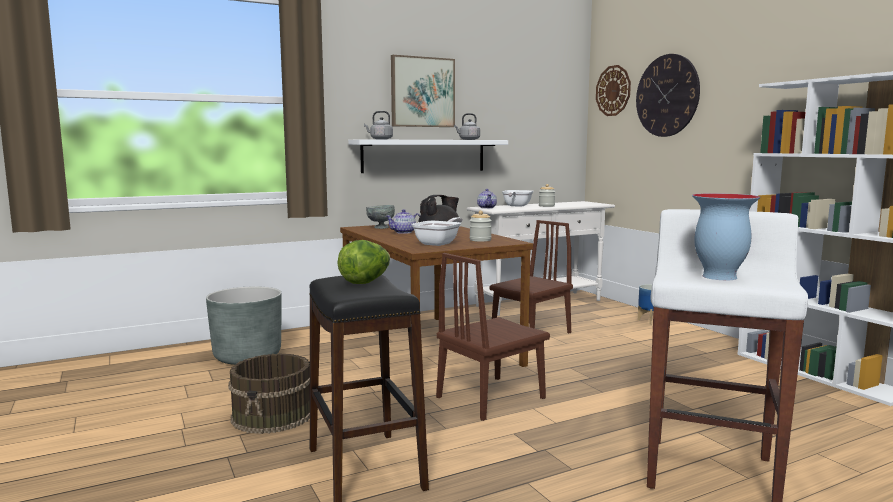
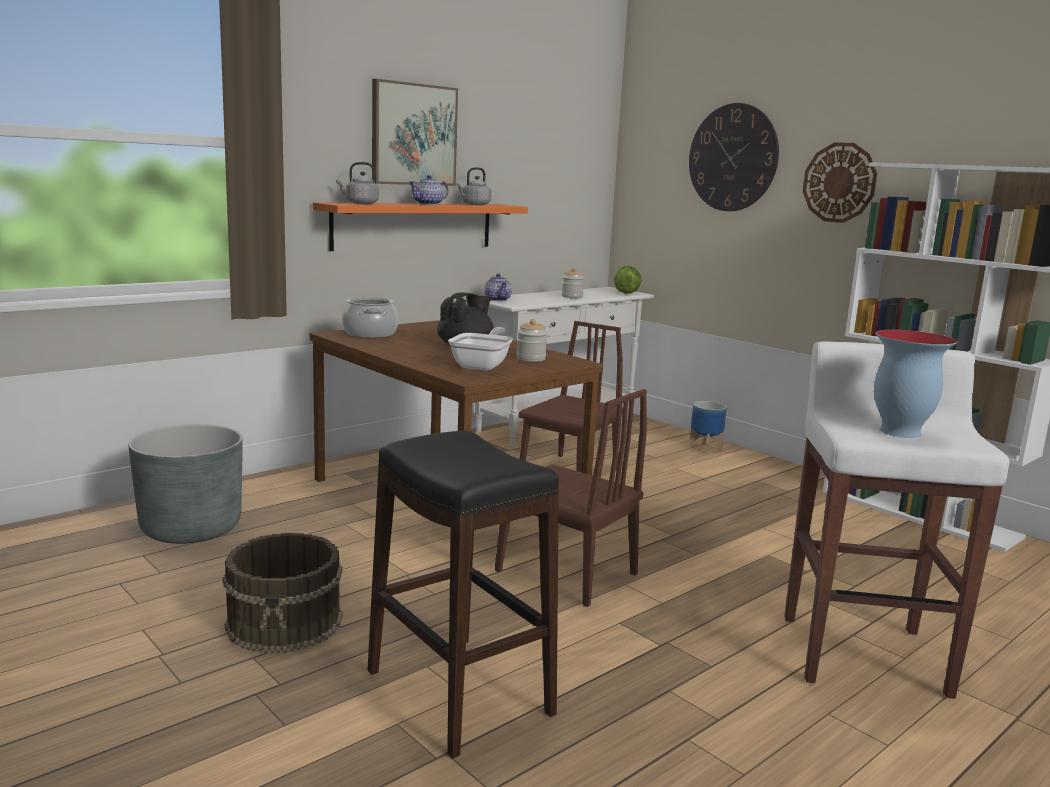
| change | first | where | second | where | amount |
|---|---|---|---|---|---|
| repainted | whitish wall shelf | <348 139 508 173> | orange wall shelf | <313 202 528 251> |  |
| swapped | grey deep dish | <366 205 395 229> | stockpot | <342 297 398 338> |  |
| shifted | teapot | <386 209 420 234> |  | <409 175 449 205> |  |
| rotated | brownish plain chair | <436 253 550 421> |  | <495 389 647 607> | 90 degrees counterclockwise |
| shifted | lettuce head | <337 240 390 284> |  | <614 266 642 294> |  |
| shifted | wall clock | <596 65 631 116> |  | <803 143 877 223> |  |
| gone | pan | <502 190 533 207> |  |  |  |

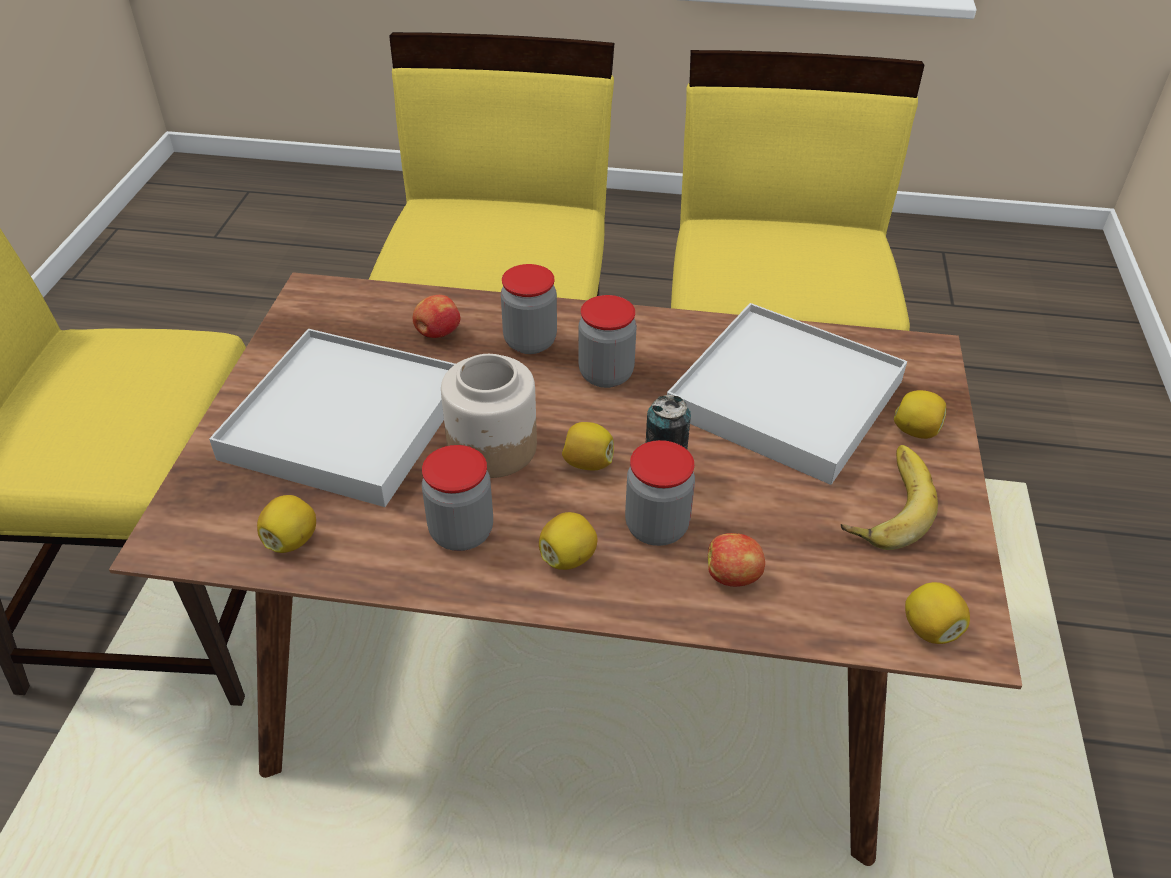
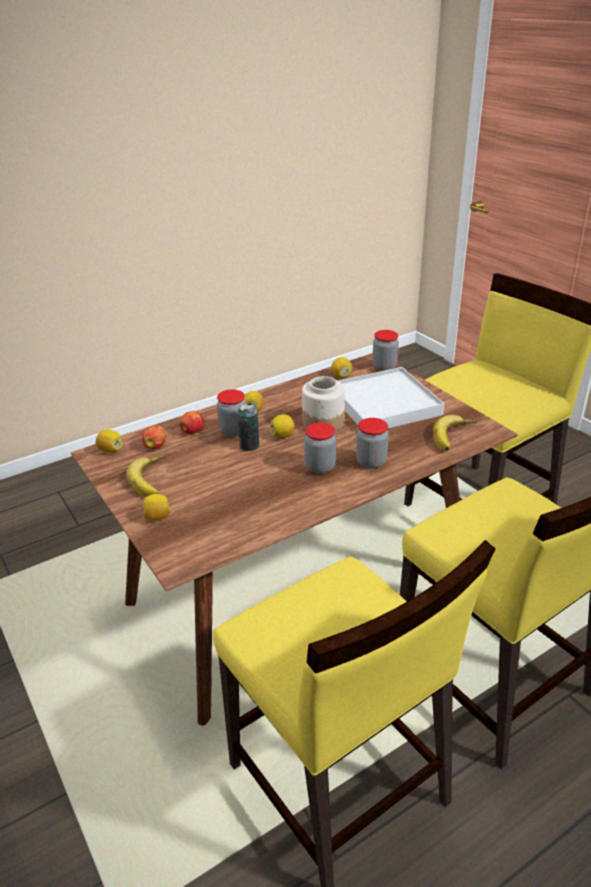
| change | first | where | second | where | amount |
|---|---|---|---|---|---|
| shifted | whole apple | <413 295 460 338> |  | <142 425 166 449> |  |
| shifted | jar | <422 445 493 551> |  | <372 330 399 371> |  |
| new |  |  | whole banana | <433 414 477 451> |  |
| gone | whitish carrying tray | <667 303 907 485> |  |  |  |

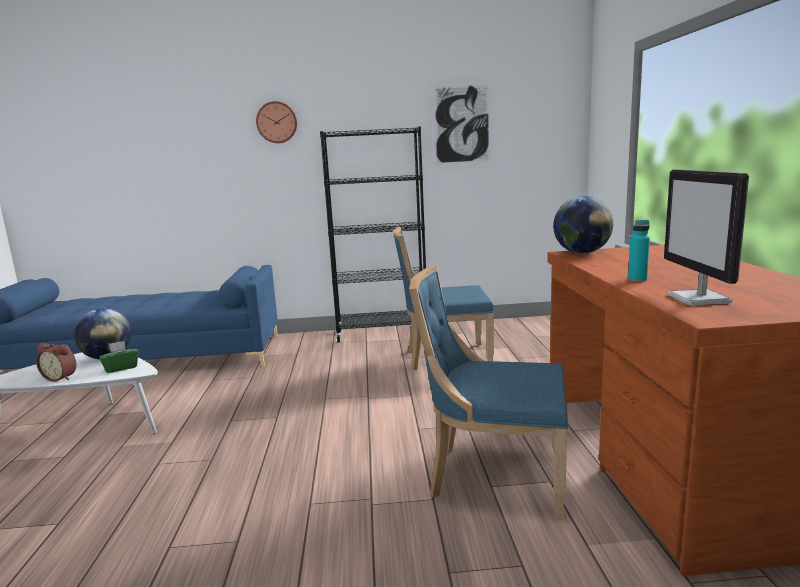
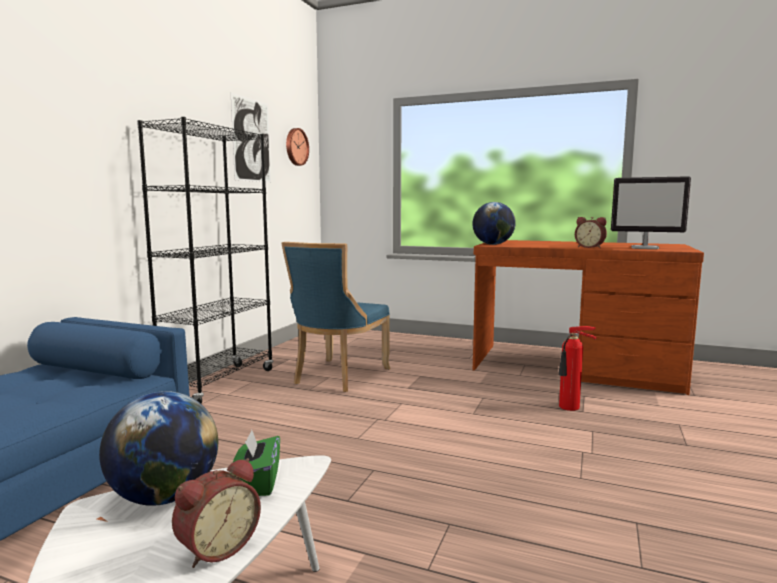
| change | first | where | second | where | amount |
|---|---|---|---|---|---|
| shifted | wall clock | <256 101 297 143> |  | <286 128 309 166> |  |
| swapped | blue plain chair | <409 265 568 520> | fire-fighting cylinder | <558 326 597 411> |  |
| swapped | turquoise-coloured beverage bottle | <628 220 650 282> | alarm clock | <575 217 607 248> |  |

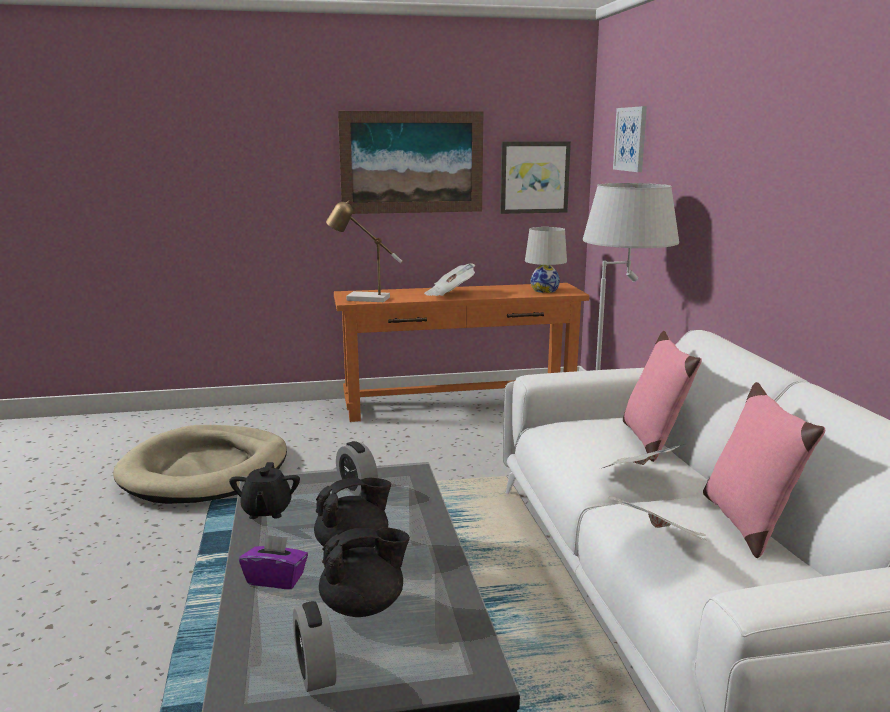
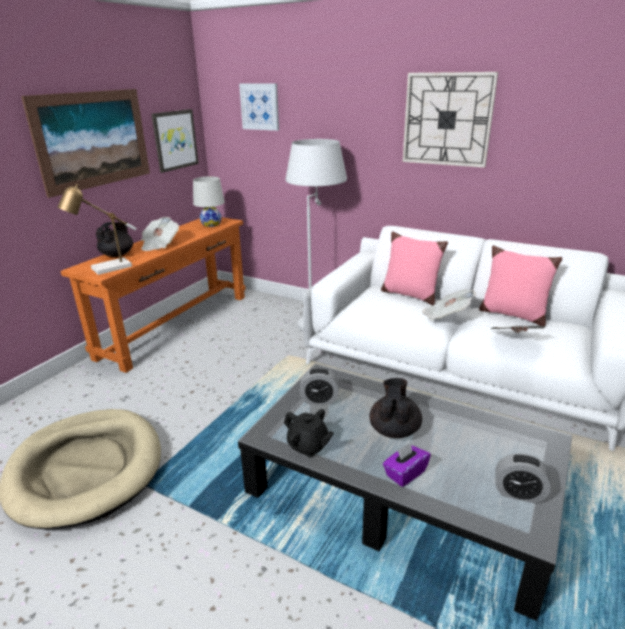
| change | first | where | second | where | amount |
|---|---|---|---|---|---|
| shifted | black teapot | <319 528 410 617> |  | <96 222 133 257> |  |
| new |  |  | wall clock | <403 72 498 168> |  |

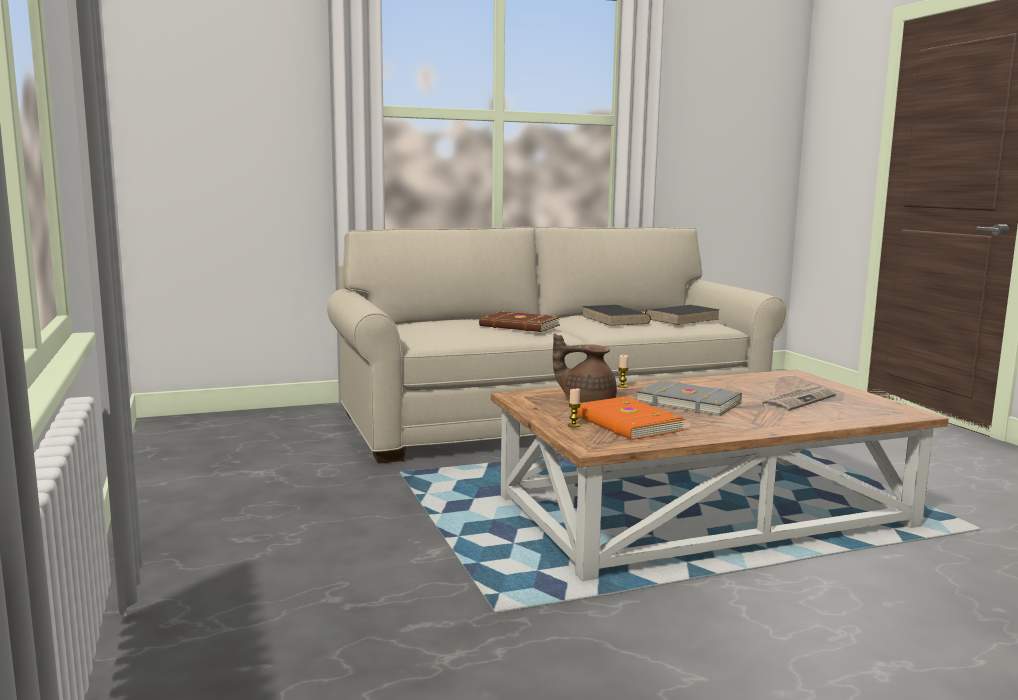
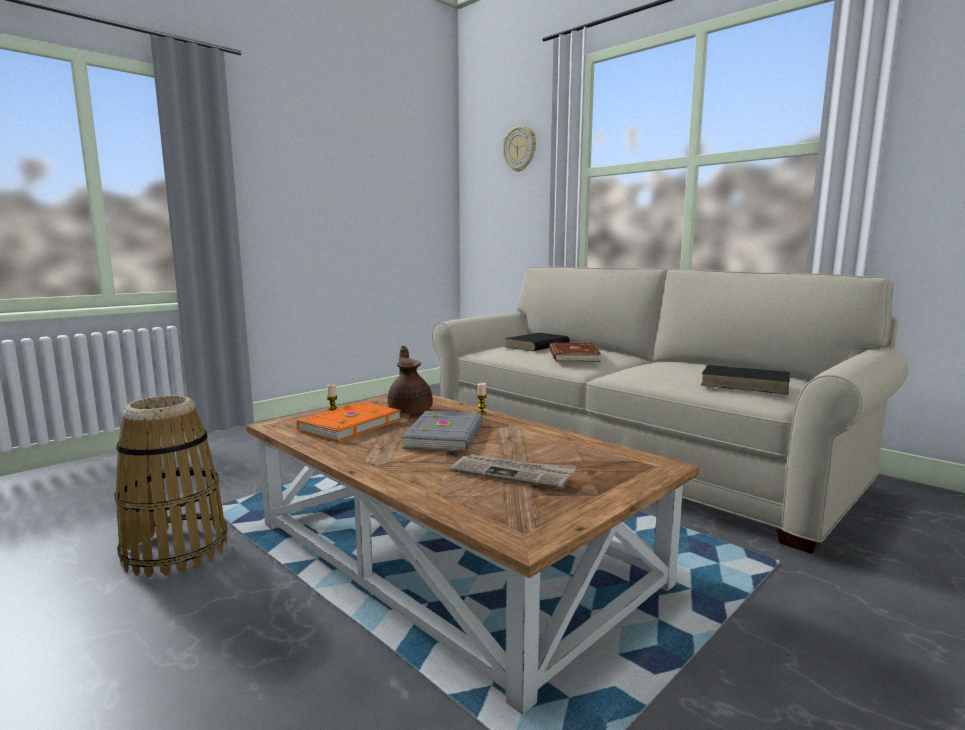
| change | first | where | second | where | amount |
|---|---|---|---|---|---|
| new |  |  | basket | <114 396 227 577> |  |
| new |  |  | wall clock | <503 126 536 172> |  |
| shifted | black bound book | <582 305 651 326> |  | <505 333 570 351> |  |

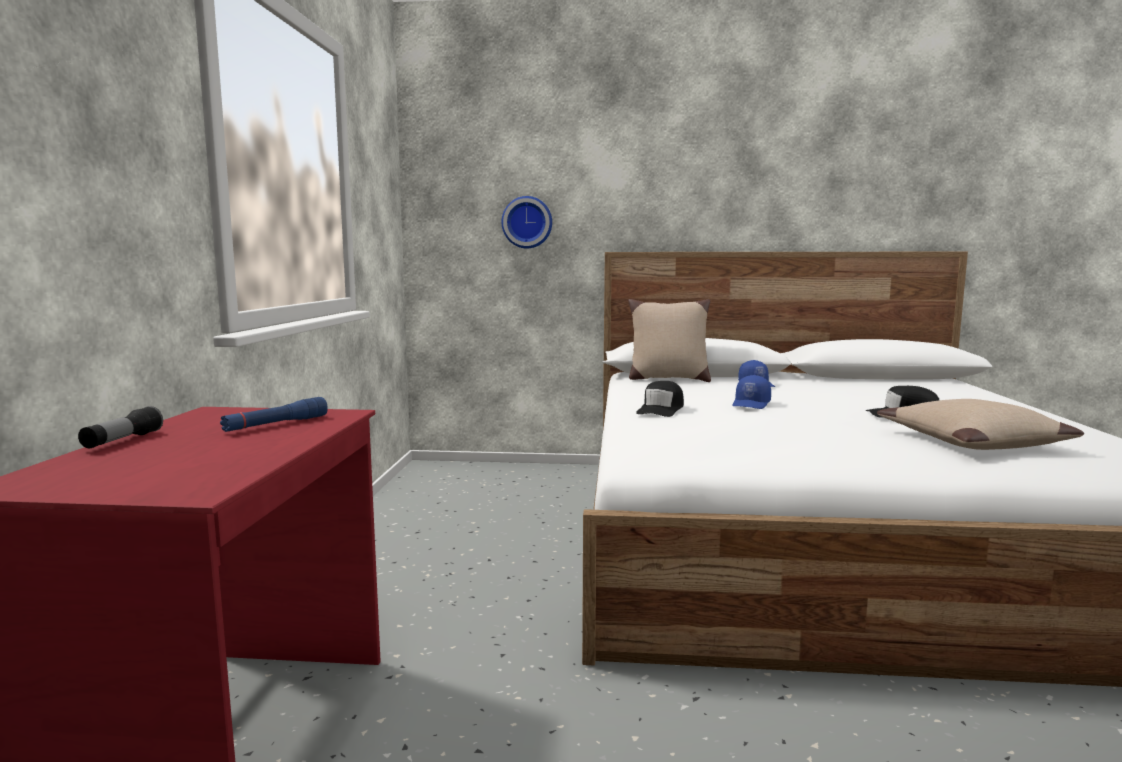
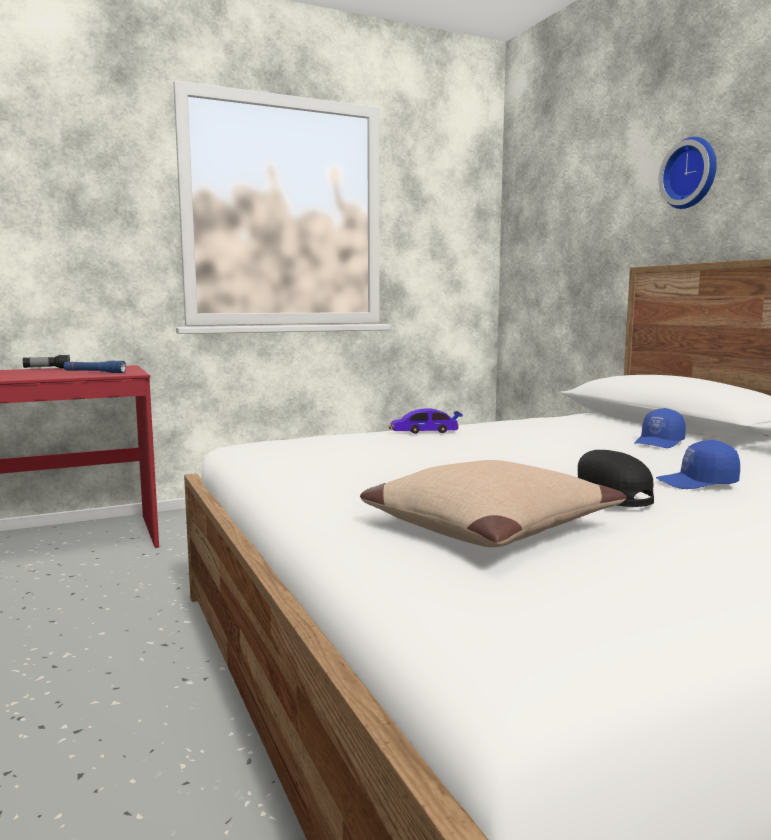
| change | first | where | second | where | amount |
|---|---|---|---|---|---|
| swapped | black peaked cap | <636 381 684 417> | toy car | <389 408 463 434> |  |
| shifted | blue peaked cap | <732 375 771 409> |  | <656 440 740 489> |  |
| shifted | wall clock | <502 196 552 248> |  | <658 137 717 209> |  |
| gone | beige throw pillow | <628 299 711 382> |  |  |  |

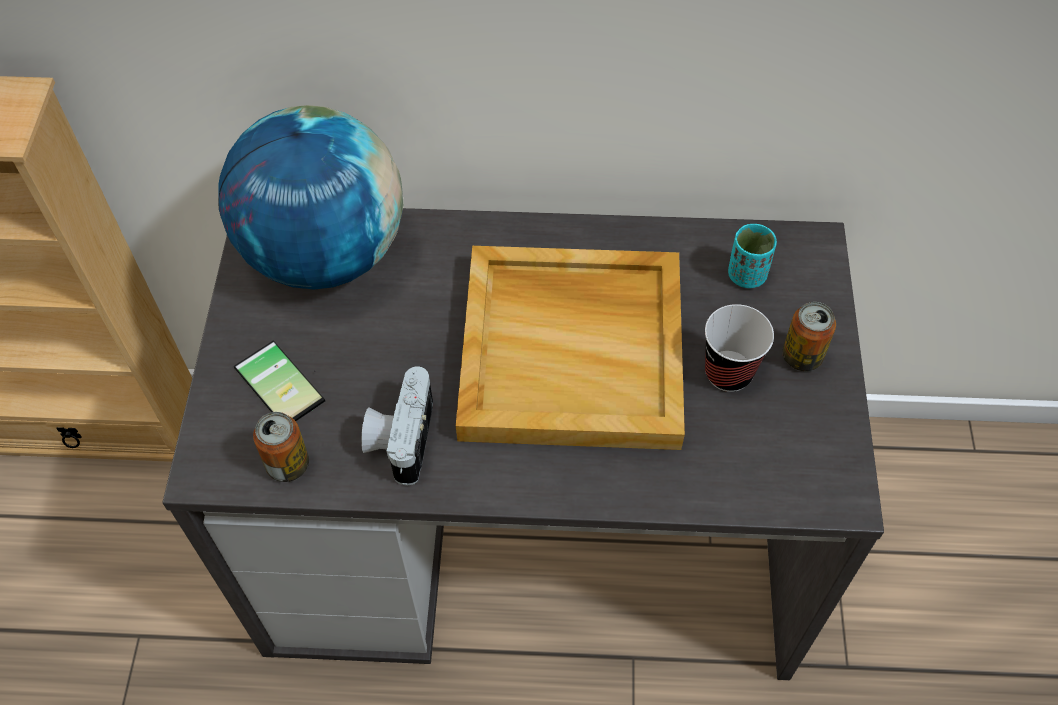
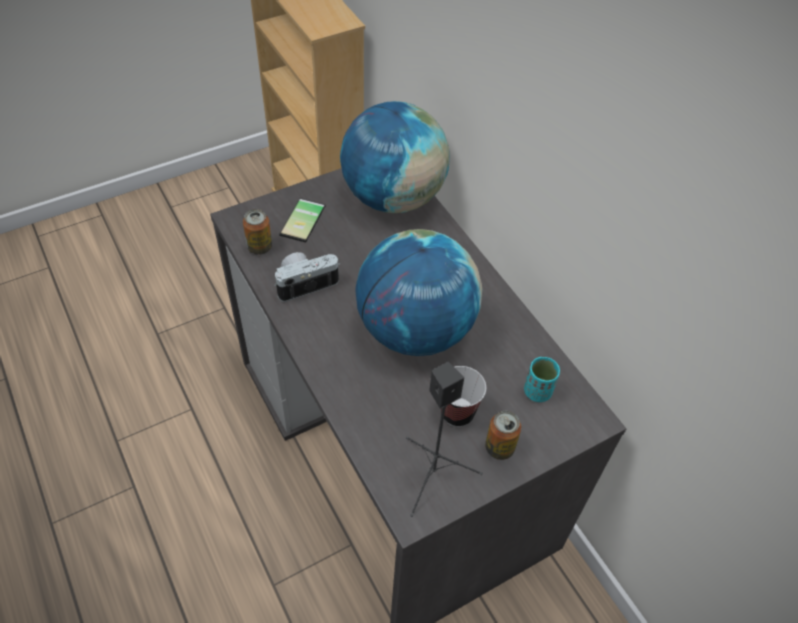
| change | first | where | second | where | amount |
|---|---|---|---|---|---|
| swapped | beige carrying tray | <456 246 685 450> | globe | <355 229 482 356> |  |
| new |  |  | black audio speaker | <406 362 483 517> |  |

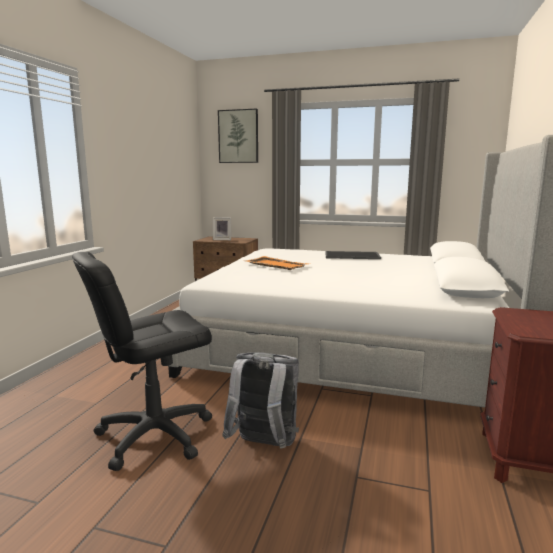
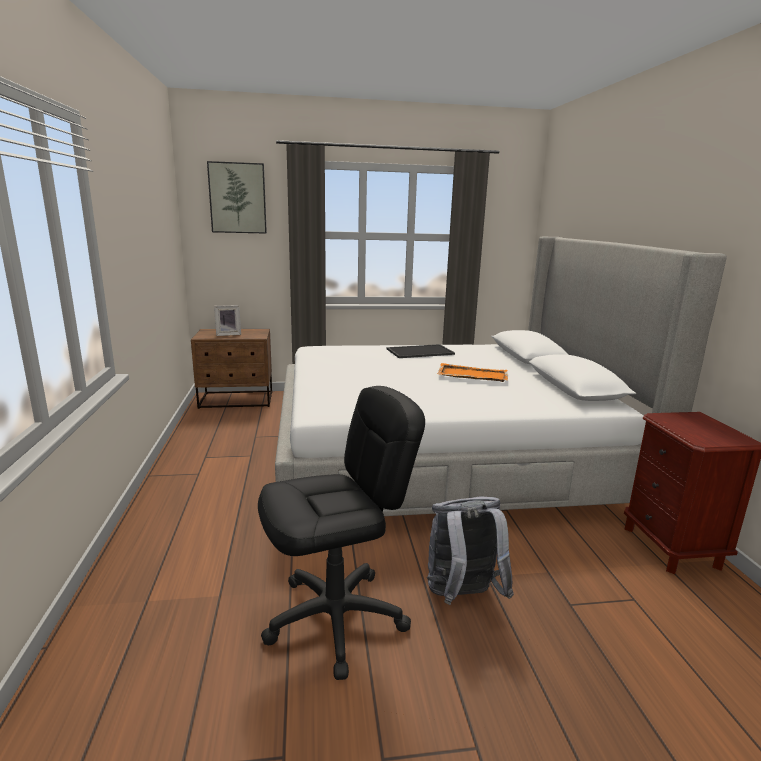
| change | first | where | second | where | amount |
|---|---|---|---|---|---|
| rotated | black desk chair | <72 252 212 471> |  | <258 386 425 680> | 150 degrees counterclockwise |
| shifted | orange carrying tray | <244 256 309 270> |  | <437 363 508 382> |  |

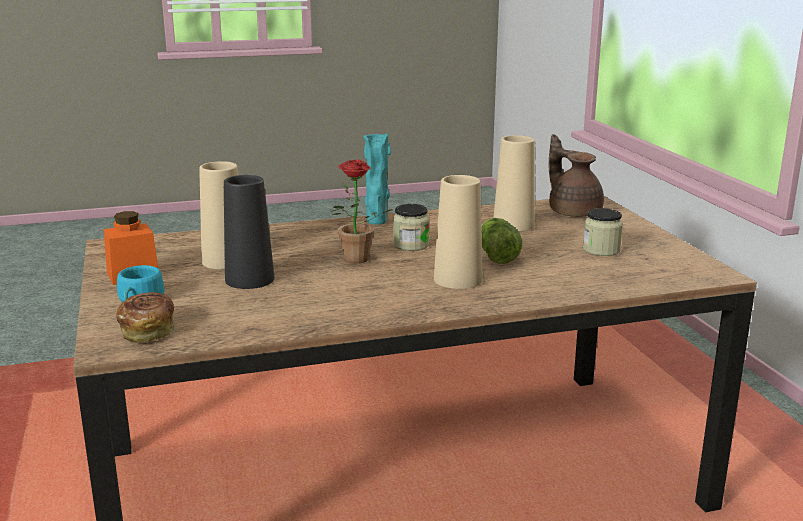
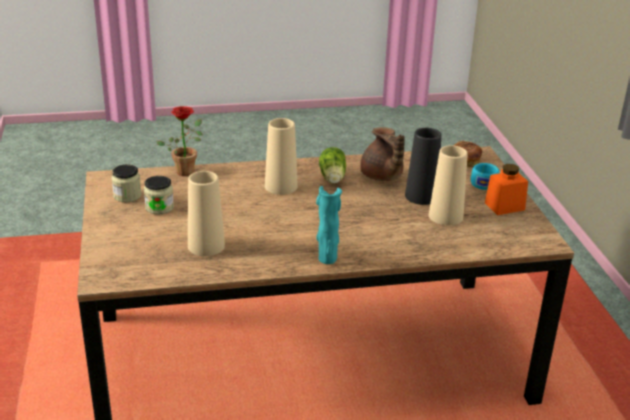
| change | first | where | second | where | amount |
|---|---|---|---|---|---|
| shifted | jar | <393 204 430 251> |  | <111 164 142 202> |  |
| shifted | potted plant | <330 159 393 264> |  | <156 106 203 176> |  |
| shifted | lettuce head | <481 218 522 264> |  | <319 147 346 184> |  |
| shifted | brownish teapot | <549 134 604 217> |  | <360 127 405 181> |  |

